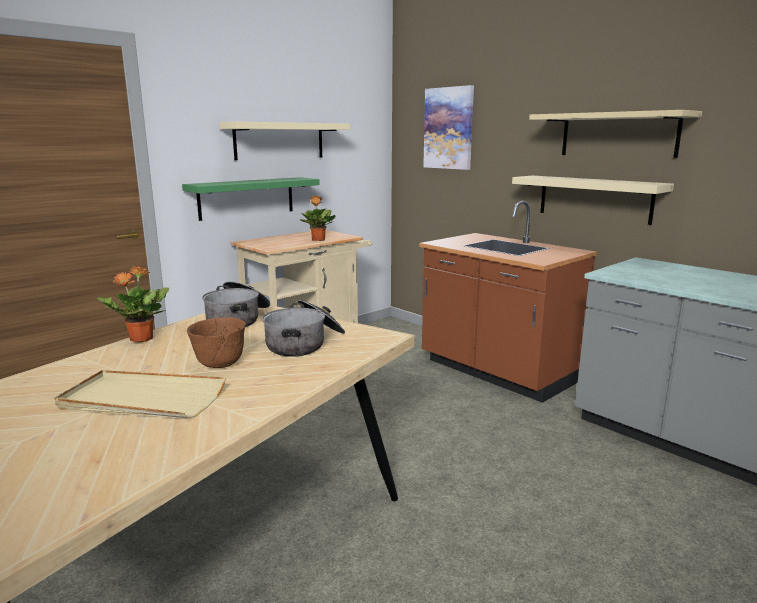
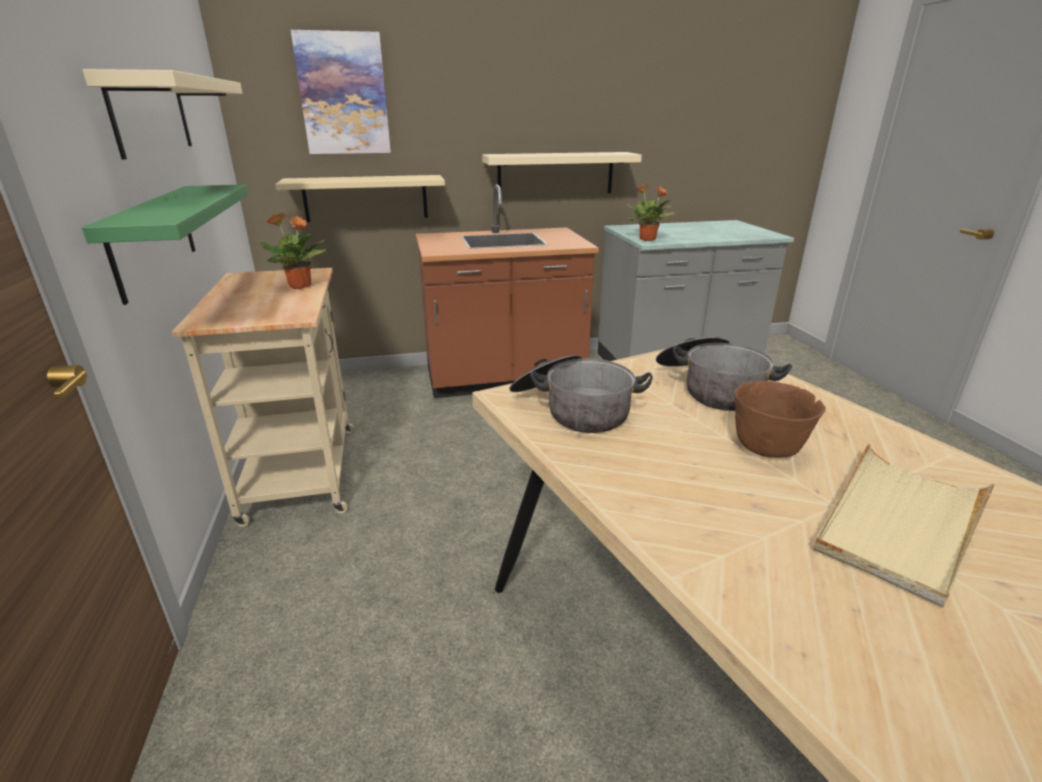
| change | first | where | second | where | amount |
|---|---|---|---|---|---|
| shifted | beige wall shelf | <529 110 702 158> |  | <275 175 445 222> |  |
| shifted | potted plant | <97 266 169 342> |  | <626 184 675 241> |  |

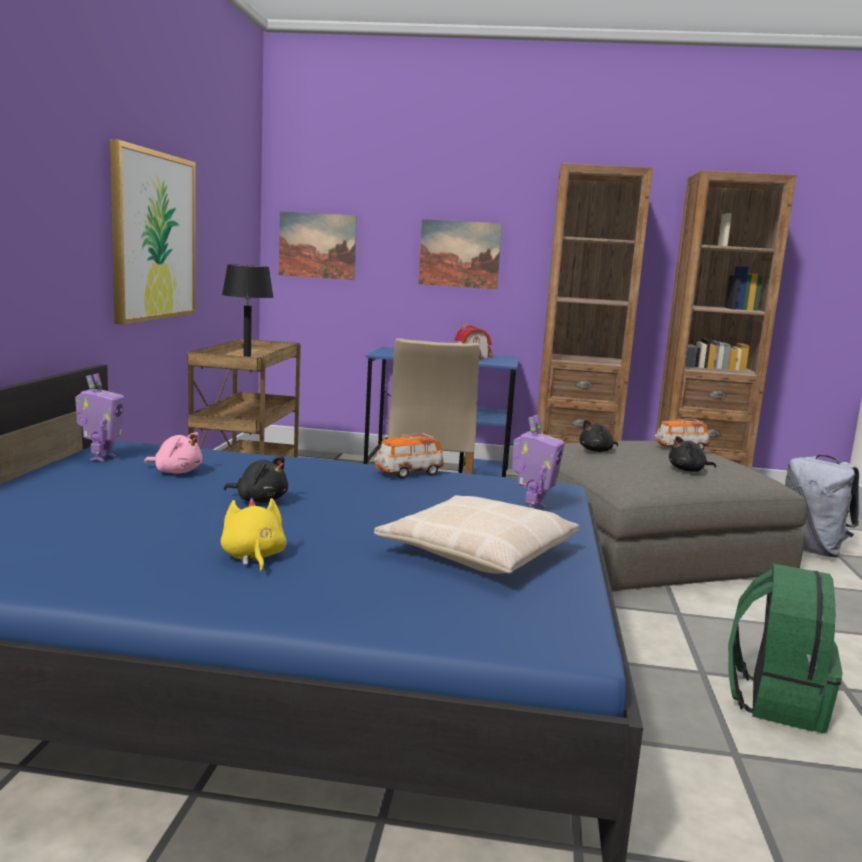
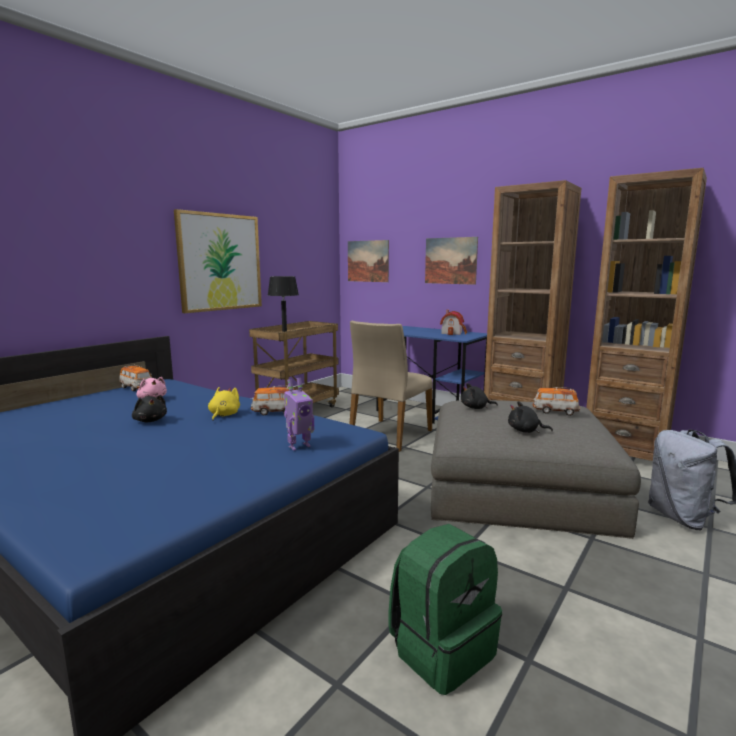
| change | first | where | second | where | amount |
|---|---|---|---|---|---|
| swapped | toy robot | <75 373 124 462> | toy car | <119 365 152 391> |  |
| shifted | yellowish cuddly toy | <221 498 287 572> |  | <208 387 240 421> |  |
| gone | beige throw pillow | <374 495 579 574> |  |  |  |

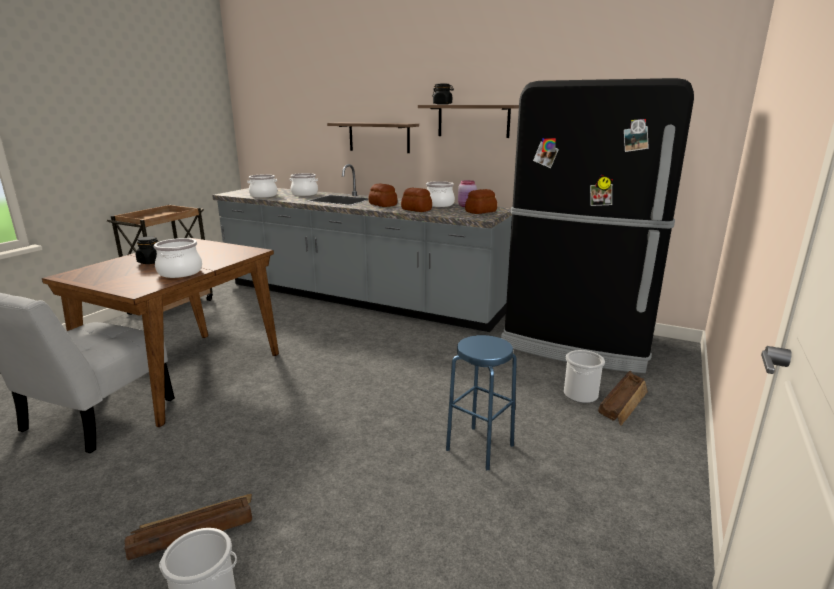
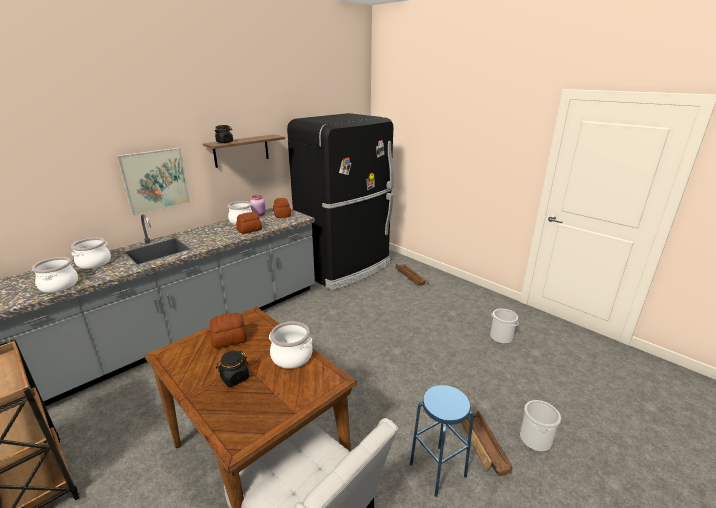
| change | first | where | second | where | amount |
|---|---|---|---|---|---|
| swapped | wall shelf | <327 122 419 153> | picture | <117 148 191 215> |  |
| shifted | baked bread | <369 183 397 207> |  | <210 313 247 348> |  |
| shifted | blue stool | <446 335 517 470> |  | <410 385 474 497> |  |
| shifted | bucket | <564 350 605 403> |  | <490 309 519 344> |  |

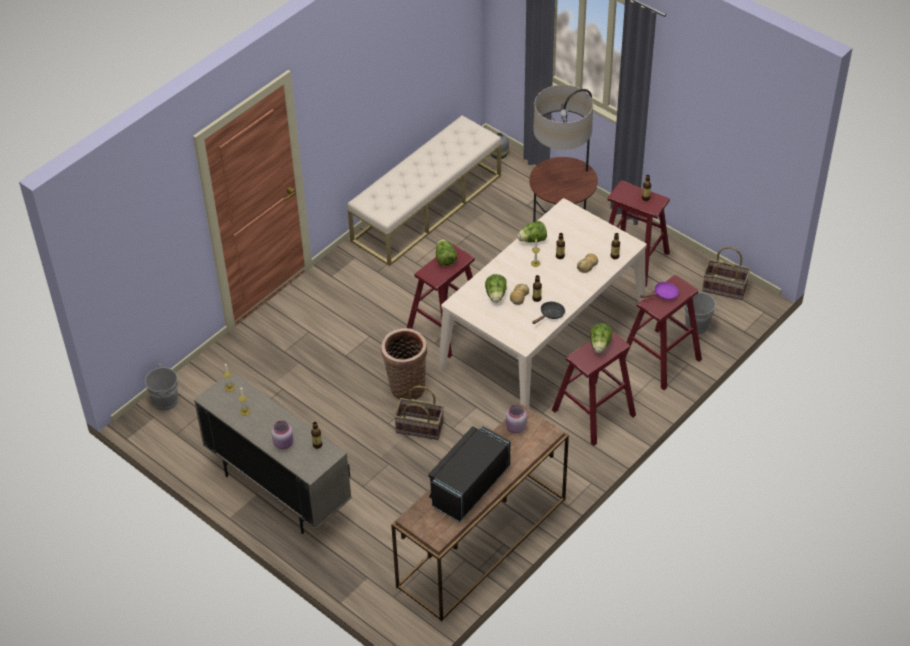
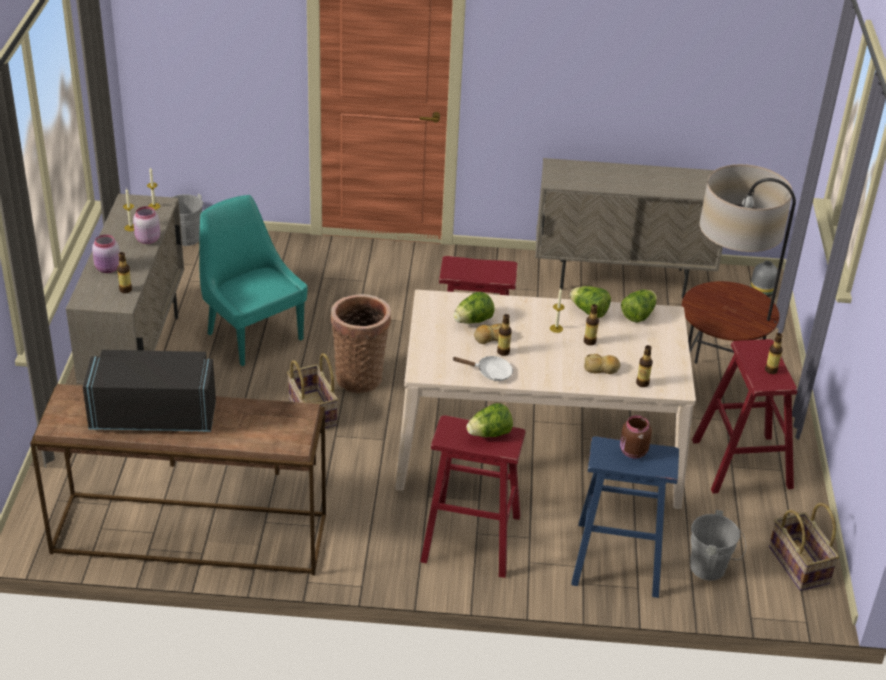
| change | first | where | second | where | amount |
|---|---|---|---|---|---|
| shifted | pink-coloured jar | <506 405 527 434> |  | <133 206 160 244> |  |
| new |  |  | turquoise-coloured plain chair | <199 195 308 366> |  |
| repainted | black pan | <532 302 565 324> | whitish pan | <453 356 513 381> |  |
| swapped | beige indoor bench | <347 115 501 266> | beige cabinet | <536 158 723 298> |  |
| repainted | red stool | <624 275 702 390> | blue stool | <571 436 679 598> |  |
| swapped | purplish pan | <640 282 679 300> | brownish jar | <620 415 652 458> |  |
| shifted | lettuce head | <436 239 457 266> |  | <621 289 657 322> |  |

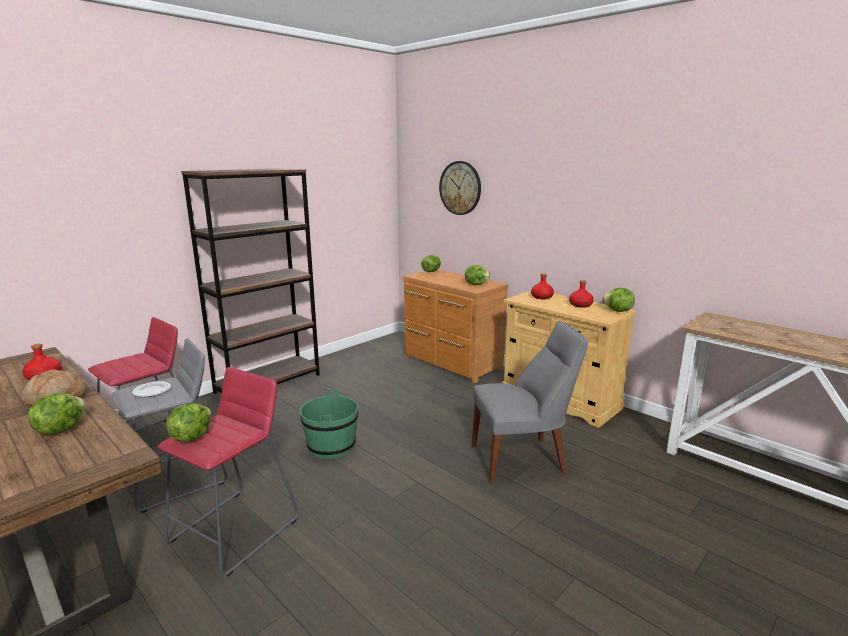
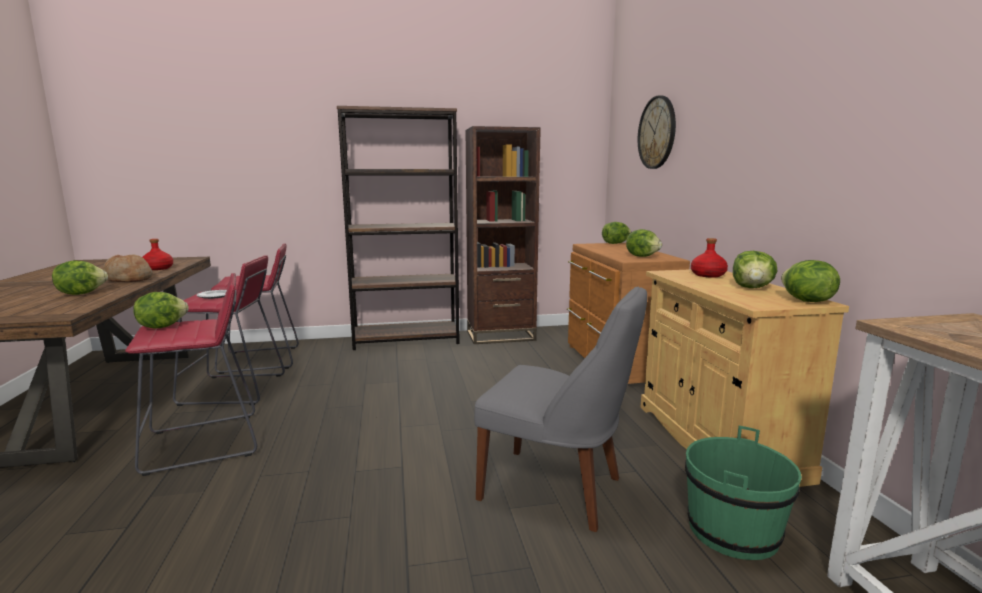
| change | first | where | second | where | amount |
|---|---|---|---|---|---|
| repainted | grey stool | <112 338 227 513> | red stool | <173 255 285 406> |  |
| new |  |  | brownish shelving unit | <465 126 541 344> |  |
| shifted | green-coloured bucket | <300 388 358 459> |  | <685 426 802 560> |  |
| swapped | red beverage bottle | <569 280 594 308> | lettuce head | <733 251 778 288> |  |

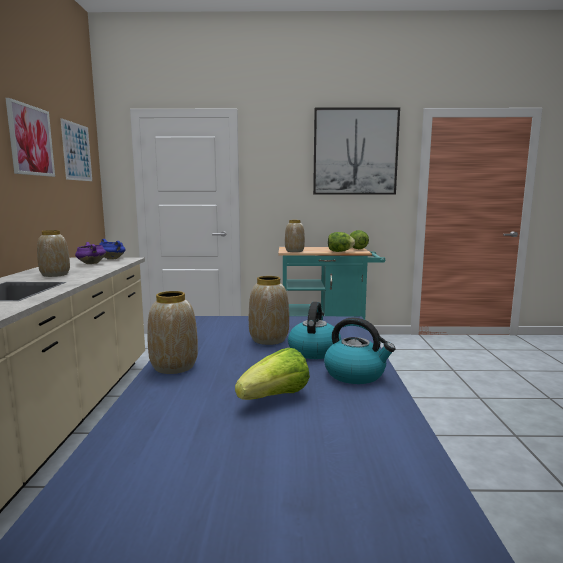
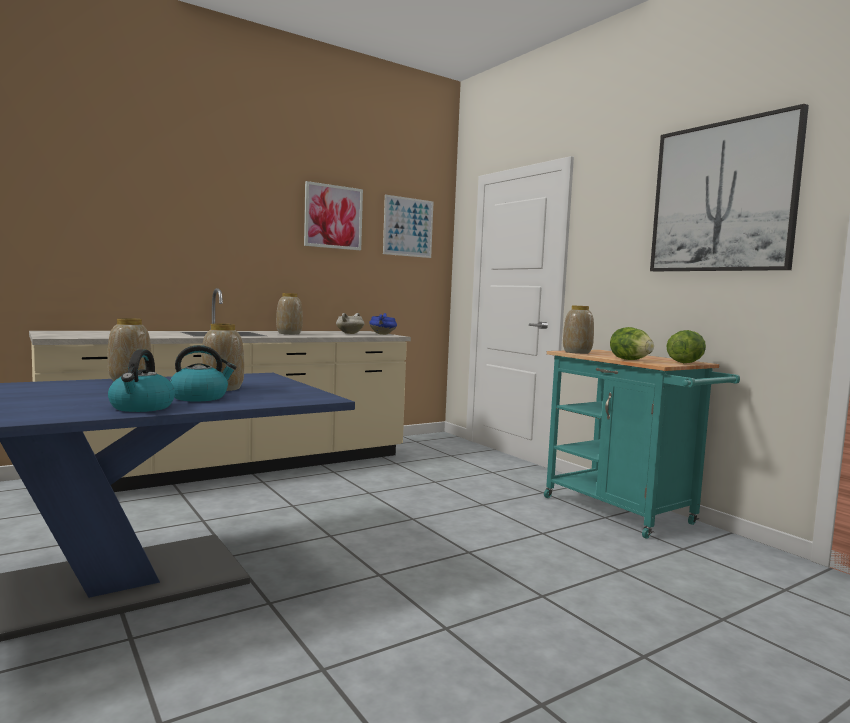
| change | first | where | second | where | amount |
|---|---|---|---|---|---|
| repainted | purplish stockpot | <75 242 106 264> | whitish stockpot | <336 313 364 334> |  |
| gone | lettuce head | <235 348 310 400> |  |  |  |

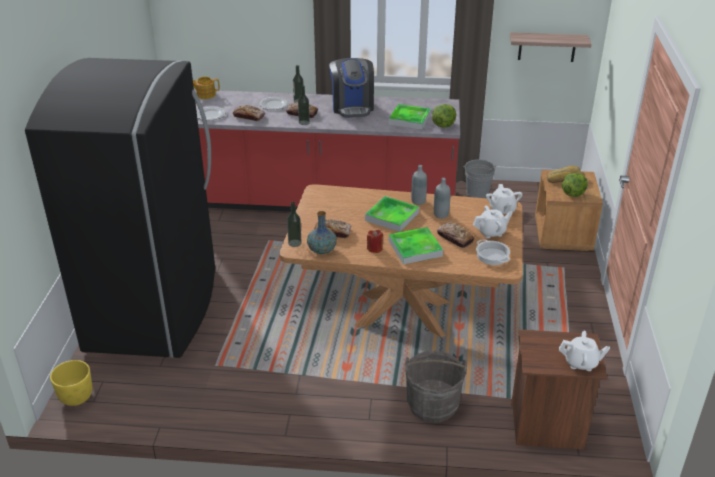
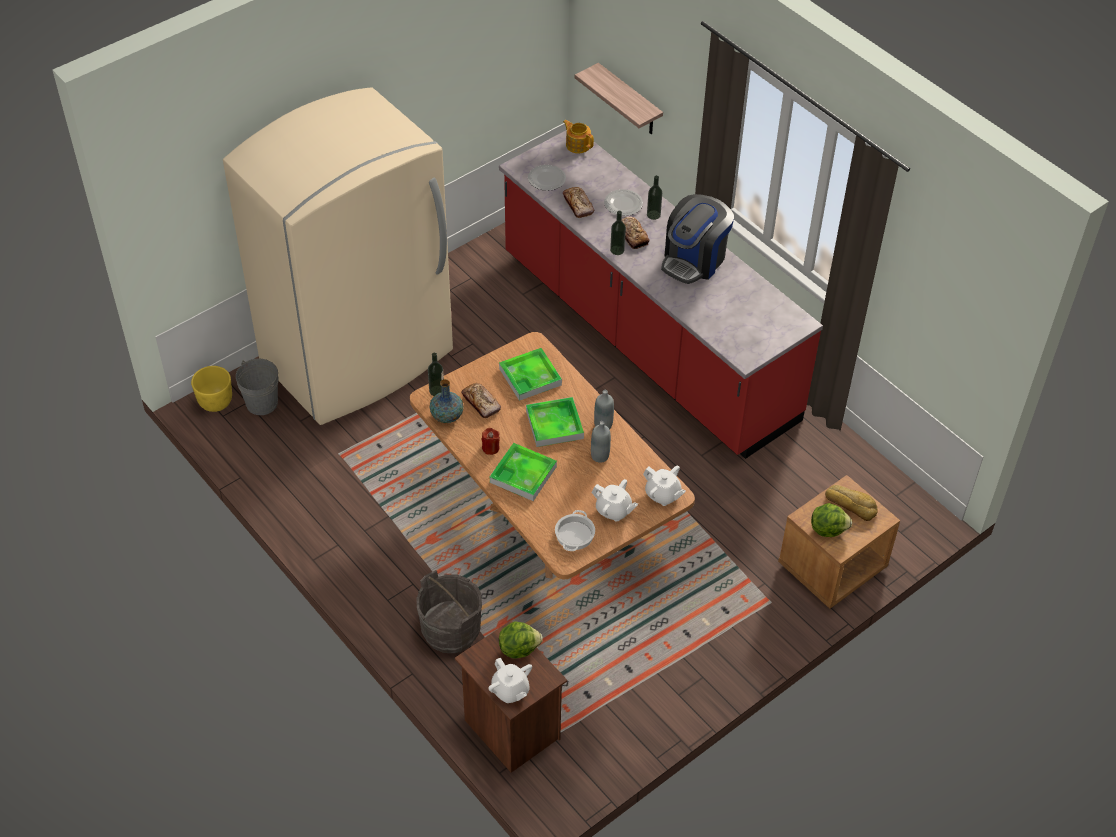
| change | first | where | second | where | amount |
|---|---|---|---|---|---|
| repainted | black refrigerator | <25 58 215 358> | beige refrigerator | <223 87 453 425> |  |
| shifted | grey bucket | <463 159 497 198> |  | <236 359 278 415> |  |
| shifted | carrying tray | <389 104 431 129> |  | <499 348 562 401> |  |
| shifted | lettuce head | <432 104 456 128> |  | <499 621 543 659> |  |
| shifted | wall shelf | <510 32 592 62> |  | <575 63 663 134> |  |
| rotated | whitish teapot | <486 184 523 214> |  | <643 466 686 506> | 90 degrees counterclockwise |
| gone | baked bread | <437 222 474 248> |  |  |  |

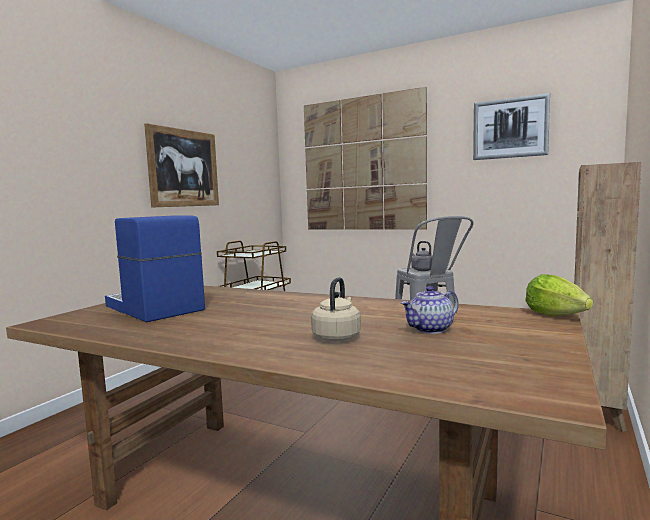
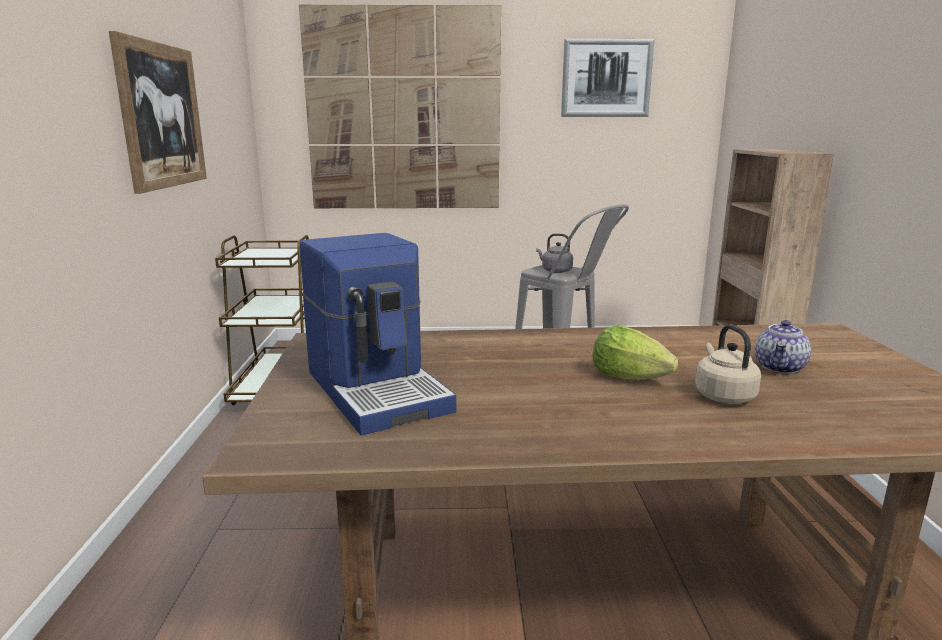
| change | first | where | second | where | amount |
|---|---|---|---|---|---|
| rotated | coffee maker | <105 216 205 322> |  | <299 233 456 435> | 135 degrees counterclockwise |
| shifted | lettuce head | <525 274 593 316> |  | <592 326 678 380> |  |

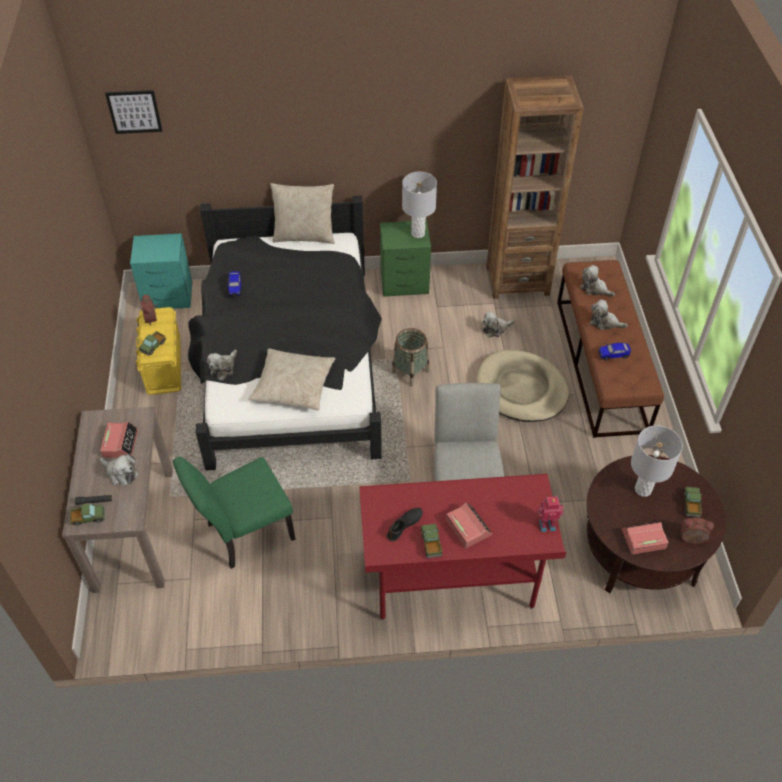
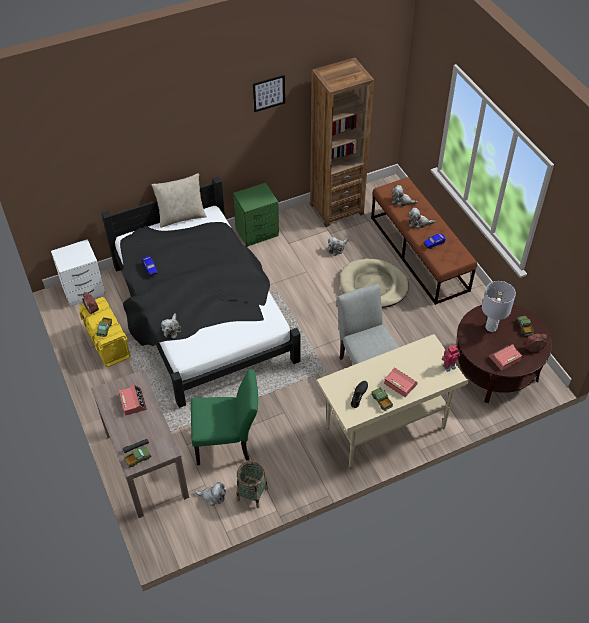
| change | first | where | second | where | amount |
|---|---|---|---|---|---|
| repainted | turquoise-coloured night table | <130 233 192 309> | whitish night table | <51 239 105 306> |  |
| rotated | green-coloured plain chair | <173 457 295 569> |  | <191 369 258 466> | 135 degrees counterclockwise |
| shifted | cuddly toy | <100 454 139 485> |  | <194 482 226 506> |  |
| shifted | basket | <392 328 429 386> |  | <236 461 268 508> |  |
| shifted | picture | <105 90 162 134> |  | <253 75 285 112> |  |
| repainted | red desk table | <359 474 567 620> | beige desk table | <316 334 469 468> |  |
| gone | beige throw pillow | <249 349 336 410> |  |  |  |
| gone | grey table lamp | <402 172 437 238> |  |  |  |

